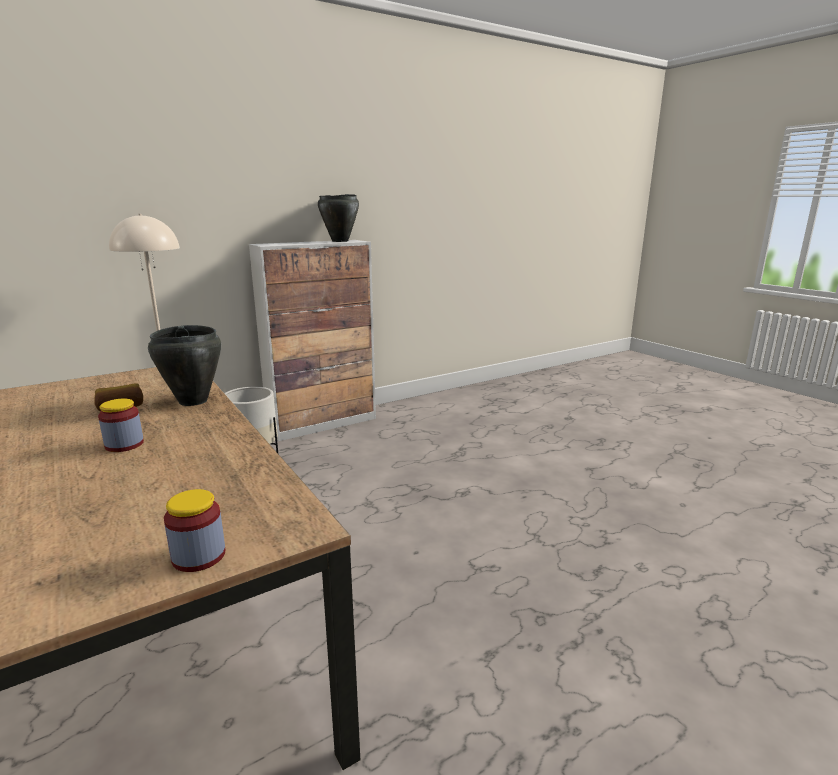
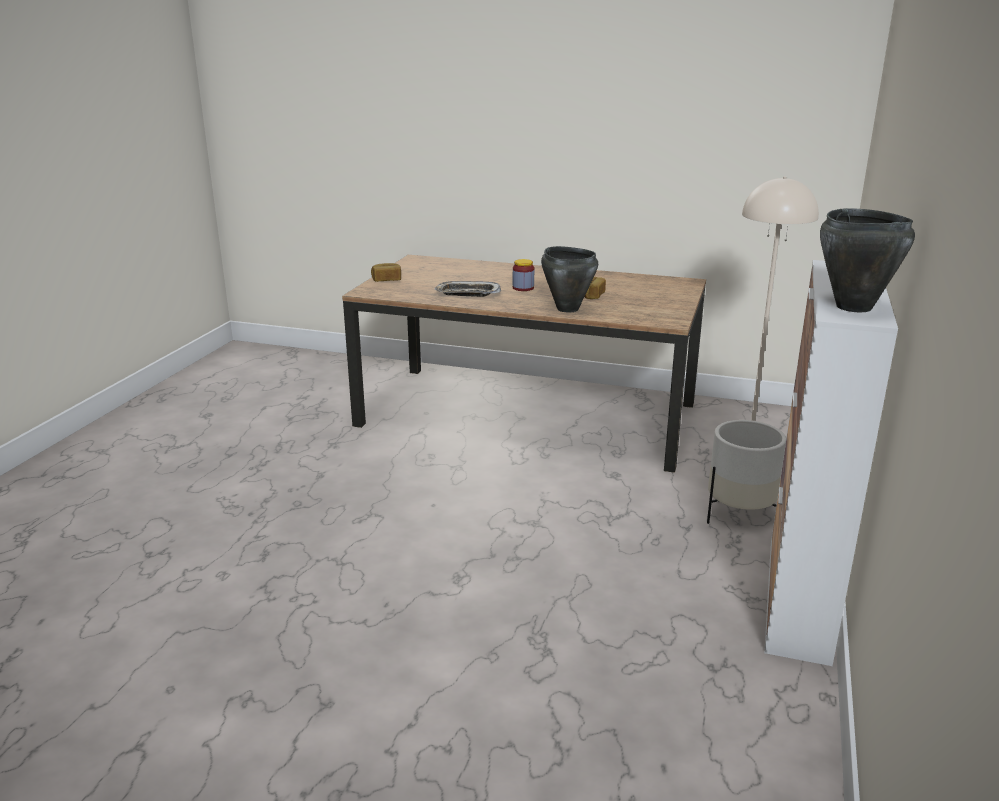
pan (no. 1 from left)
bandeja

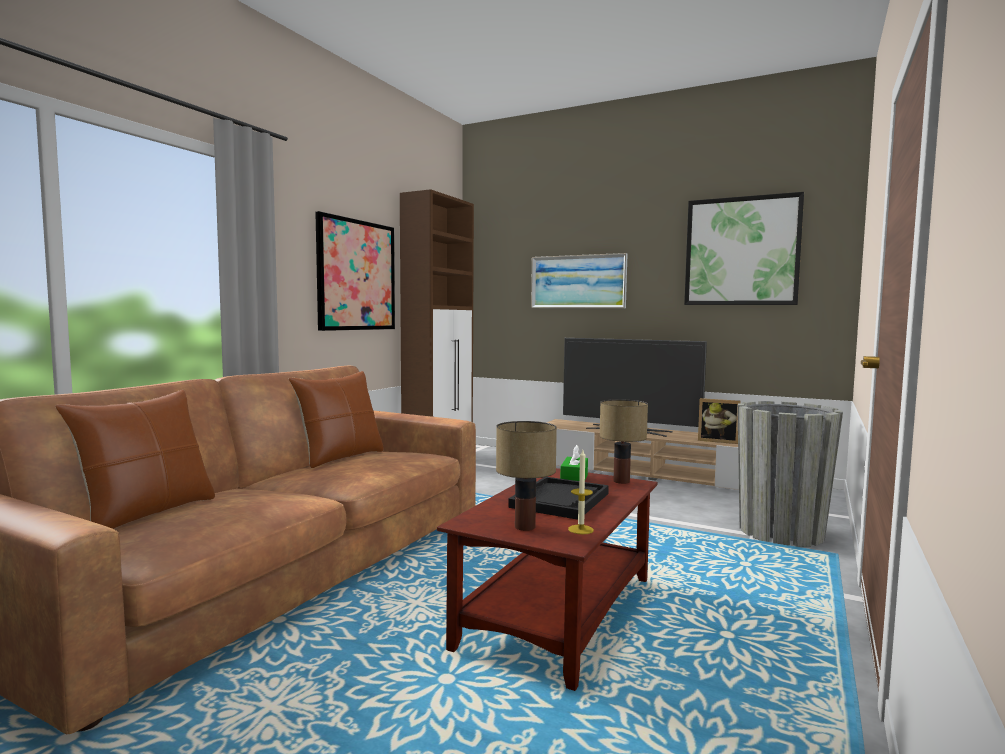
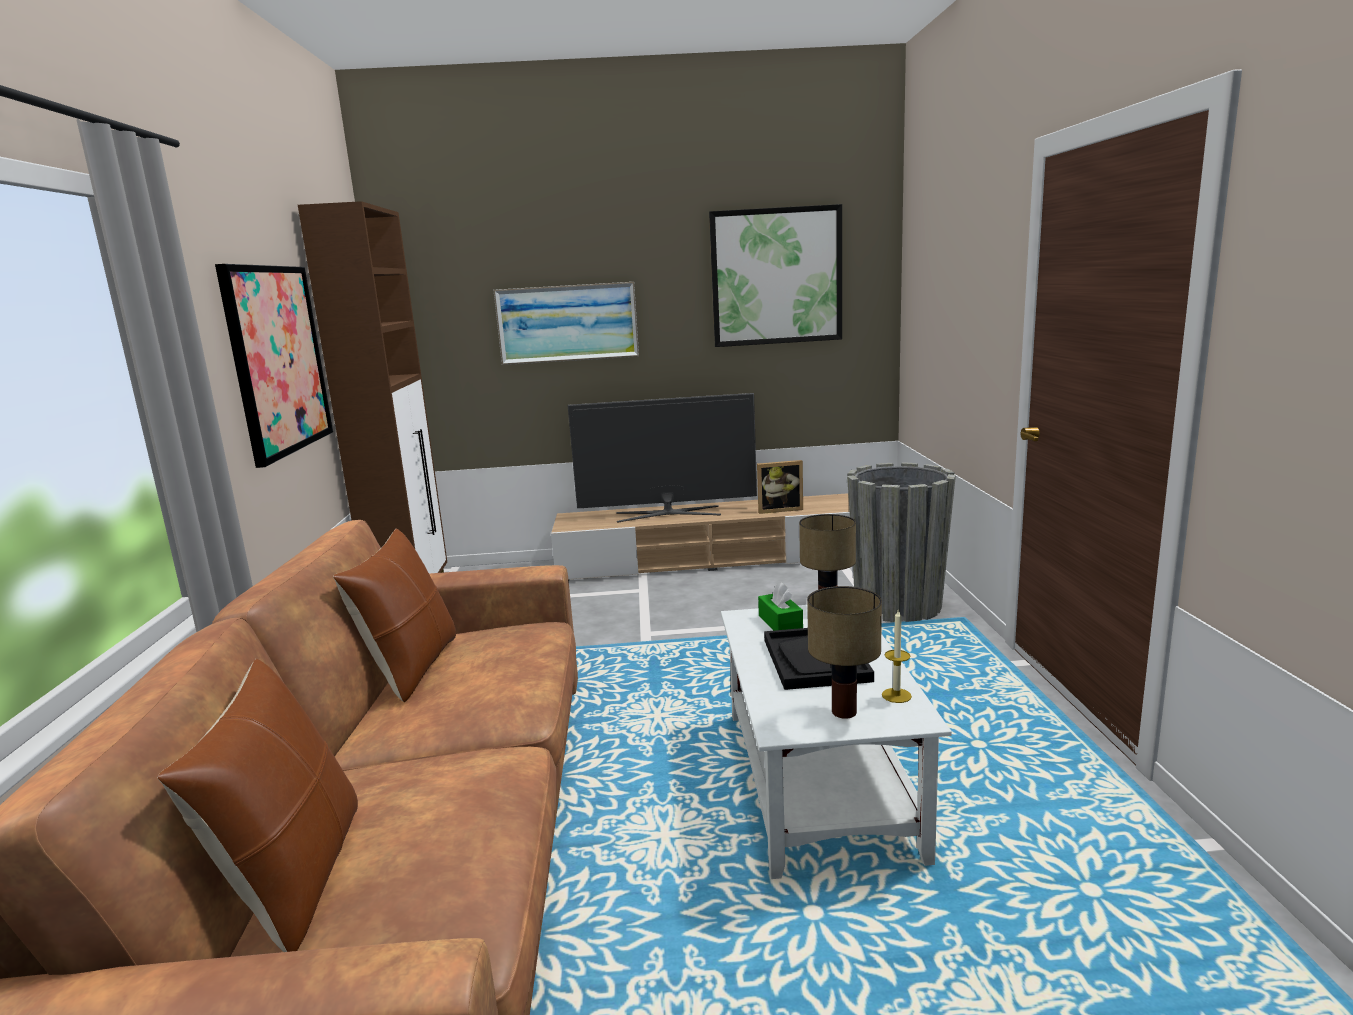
mesa de centro (blanco)

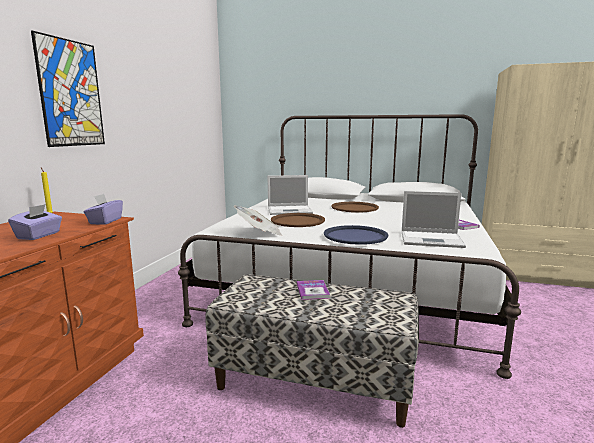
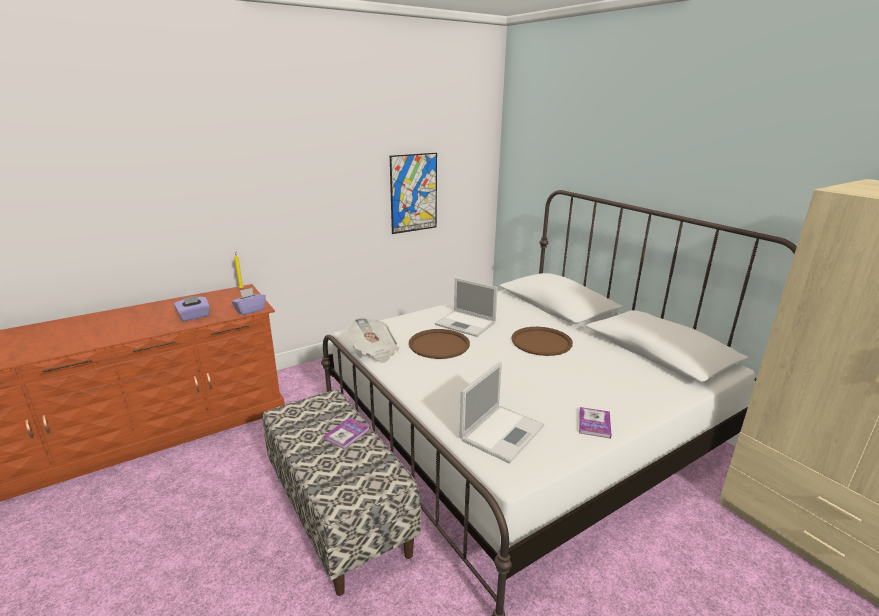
cuadro
portátil (no. 2 from left)
bandeja (azul)

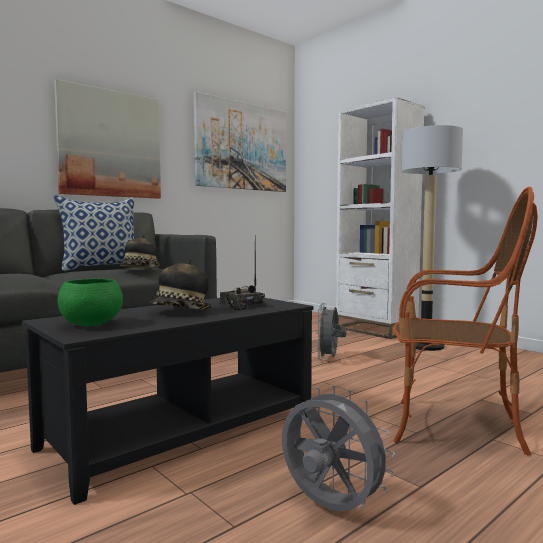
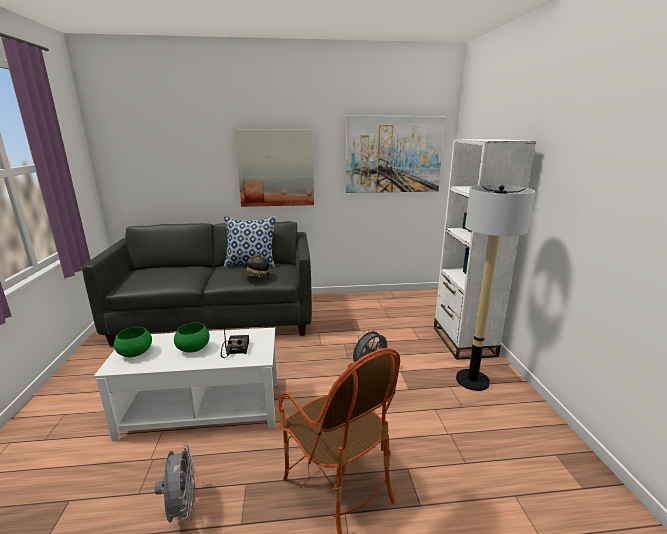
mesa de centro (blanco)
cuenco (verde) (no. 2 from left)

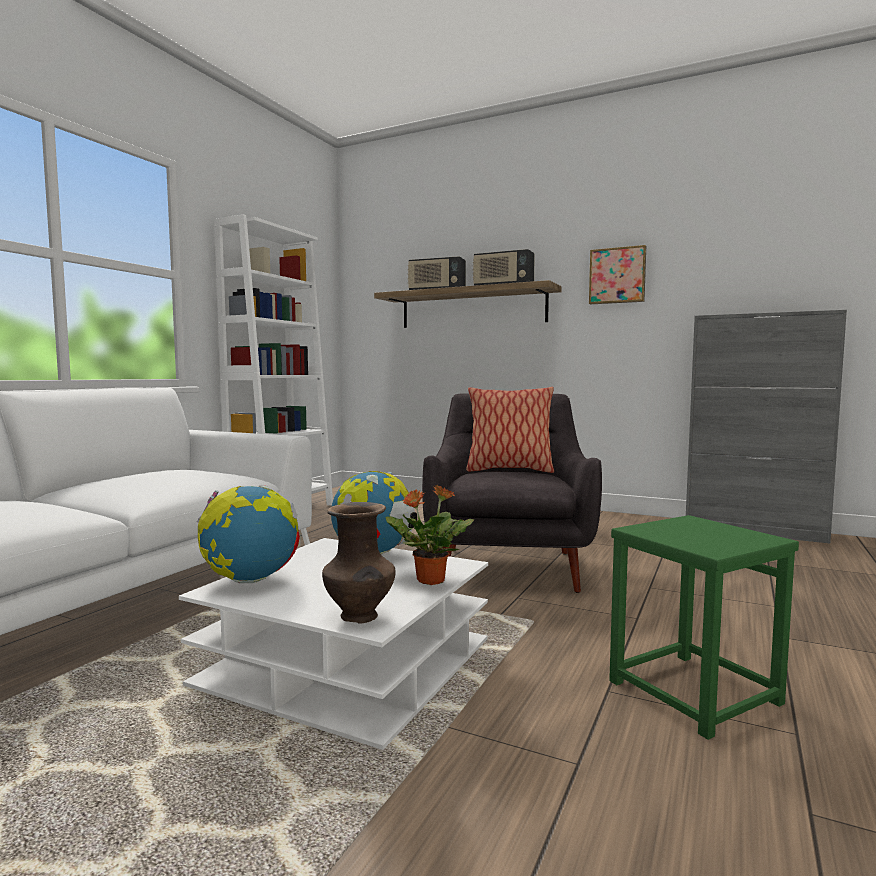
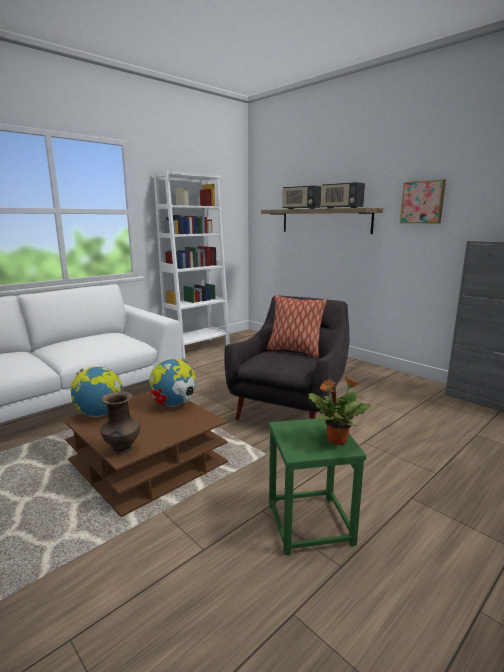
mesa de centro (marrón)
planta en maceta

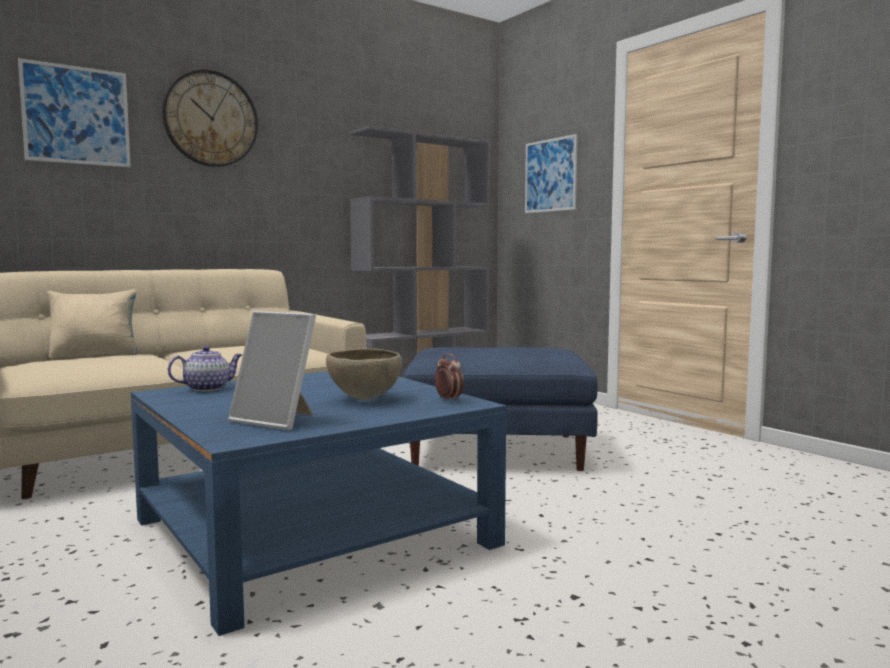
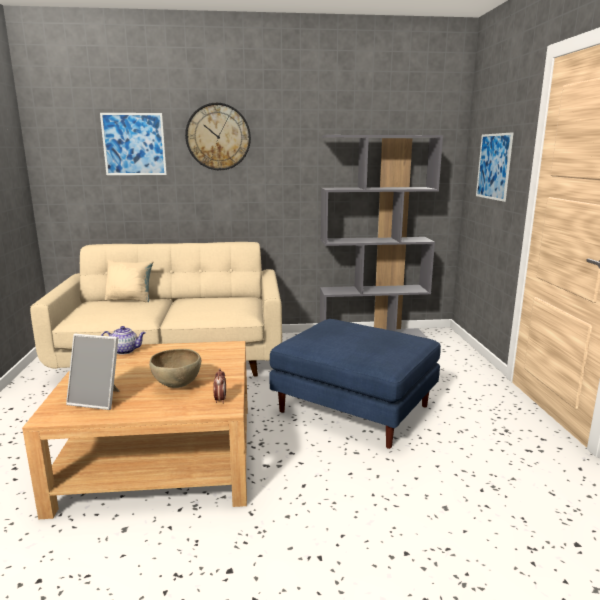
mesa de centro (beis)
portarretratos

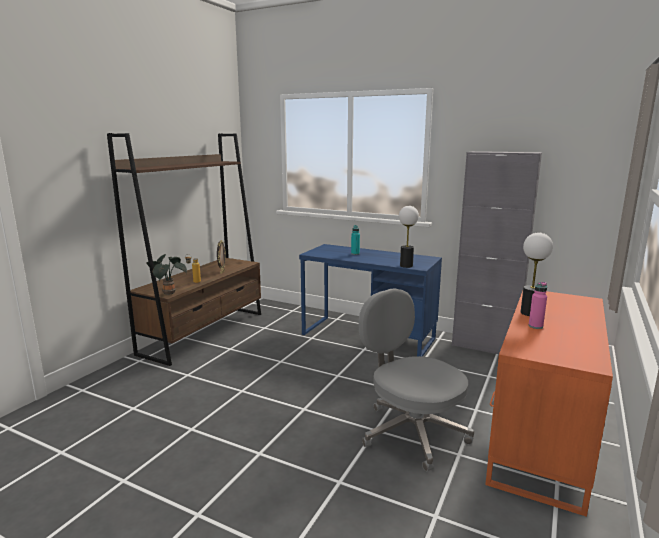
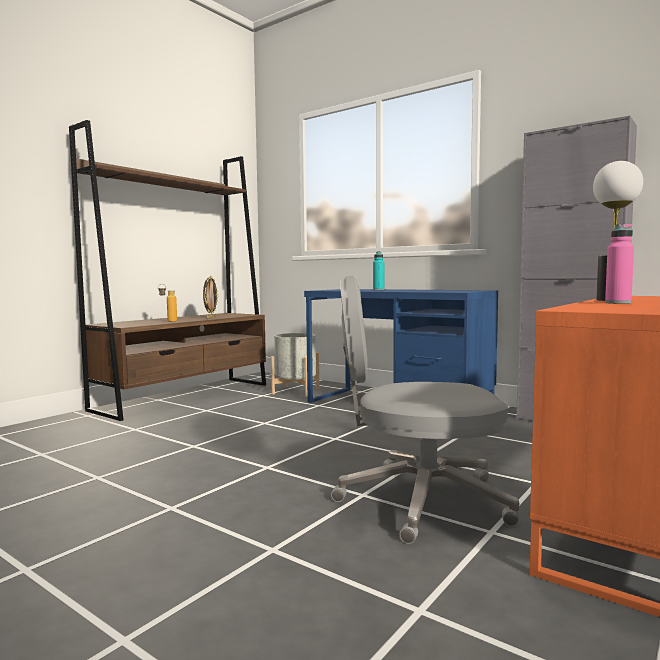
maceta (gris)
silla de oficina (gris)
planta en maceta
lámpara de mesa (no. 1 from left in the first image)

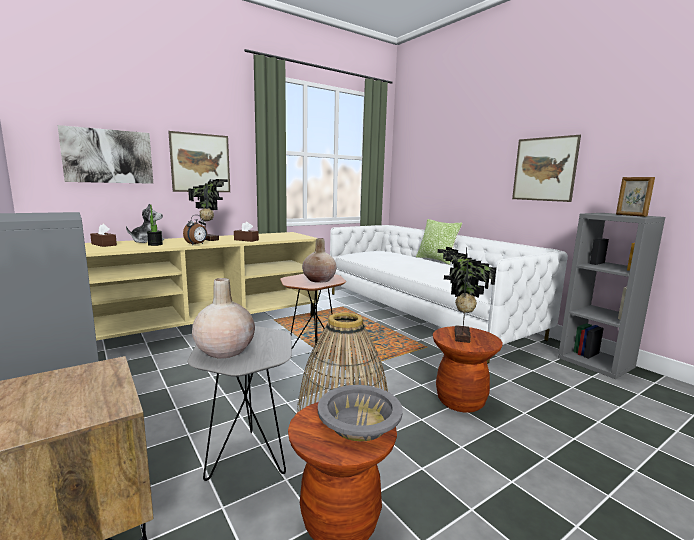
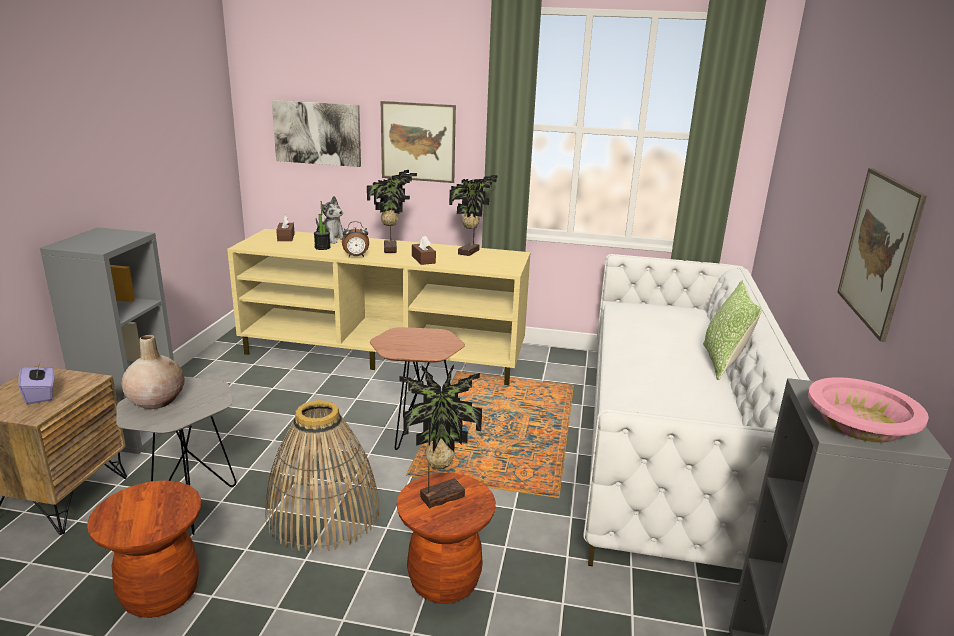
caja de pañuelos (morado)
planta en maceta (no. 4 from left)
cuenco (rosa)
florero (beis) (no. 2 from left in the first image)
cuenco (gris)

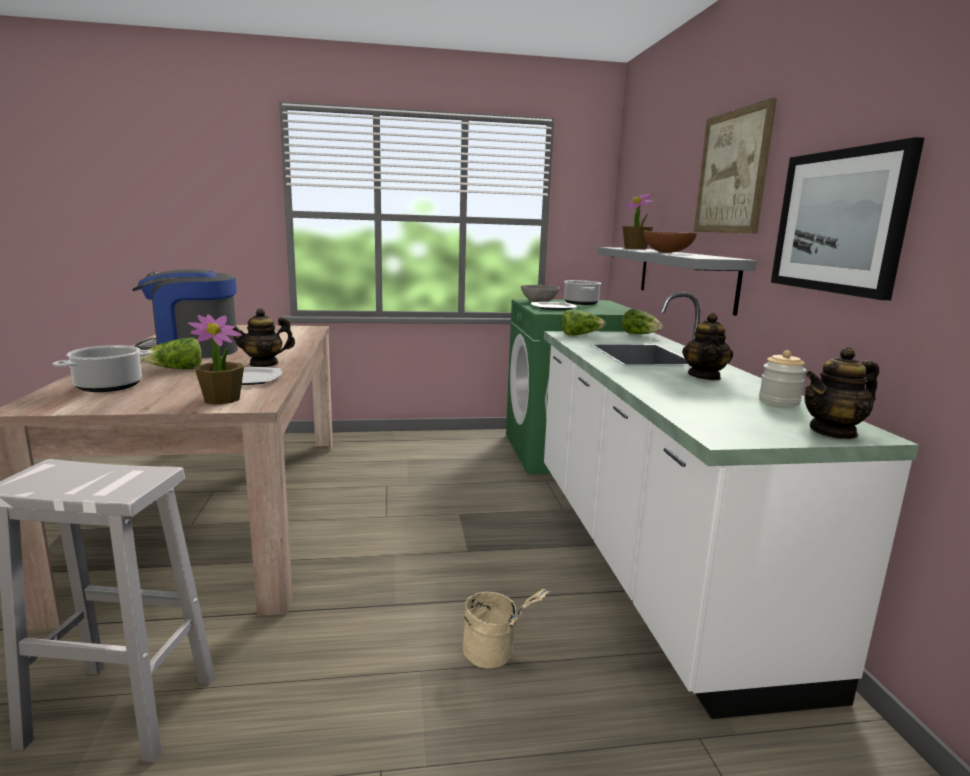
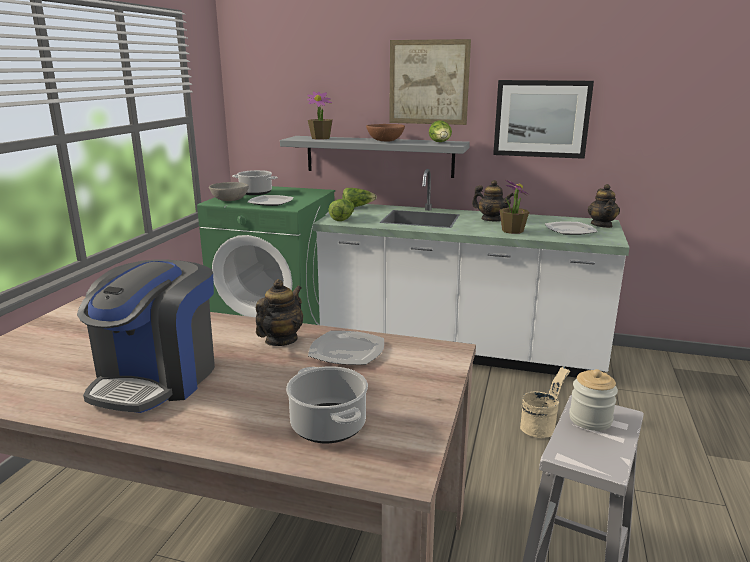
tetera (no. 1 from left)
lechuga (no. 3 from left)
planta en maceta (no. 2 from left)
plato (no. 3 from left)
tarro

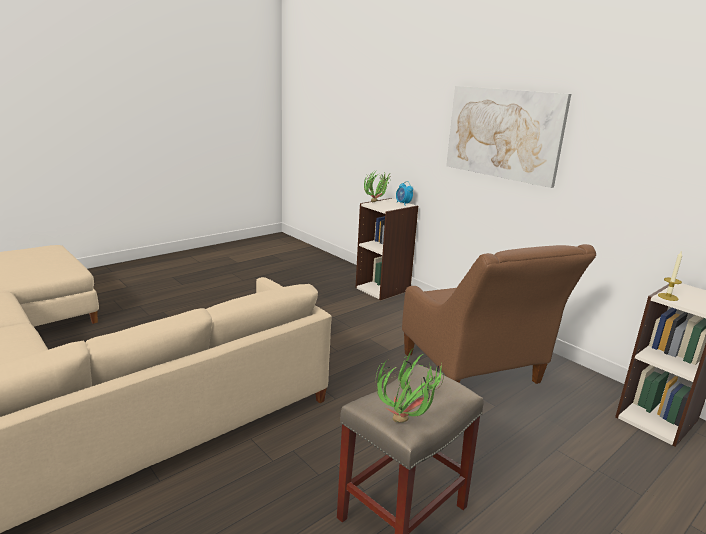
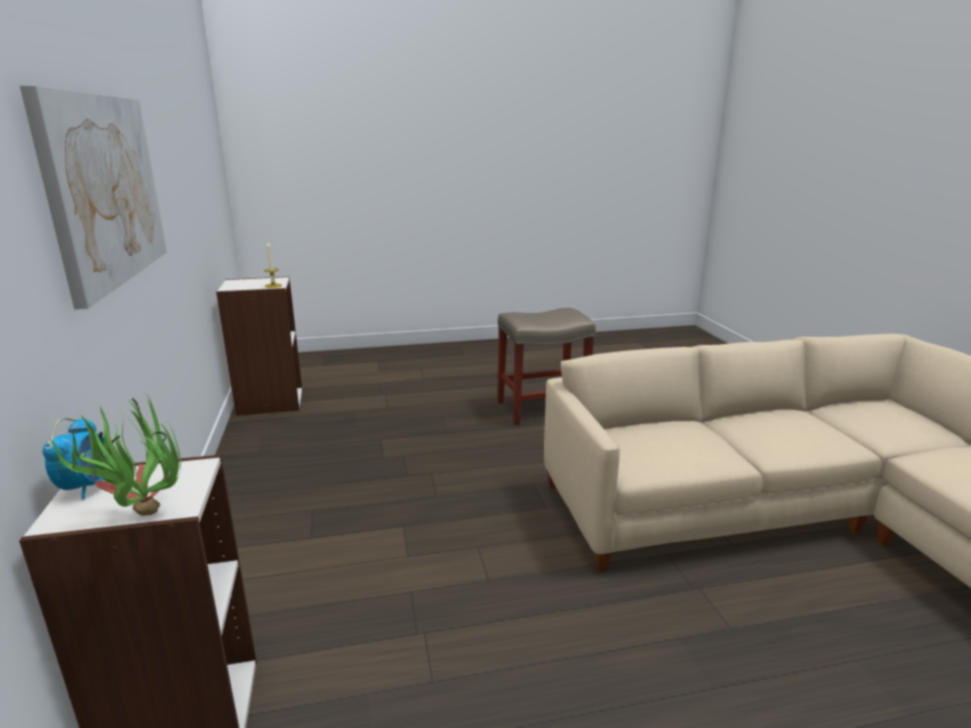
planta en maceta (no. 2 from left in the first image)
sillón (marrón)

